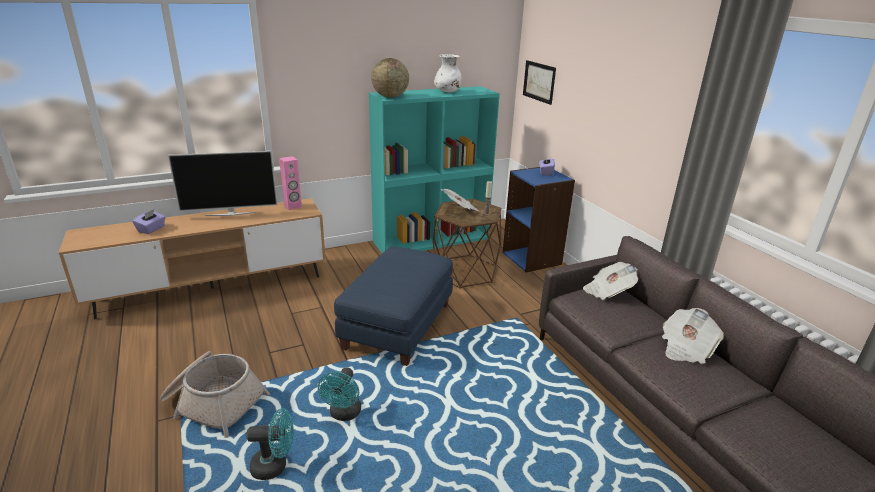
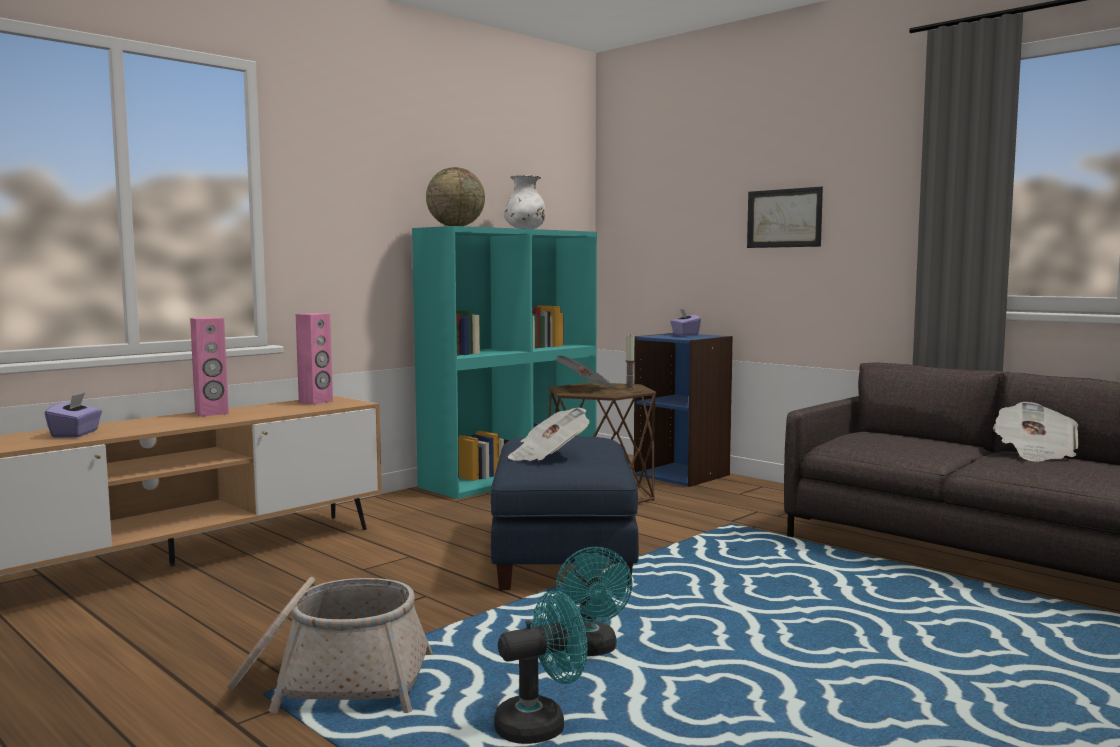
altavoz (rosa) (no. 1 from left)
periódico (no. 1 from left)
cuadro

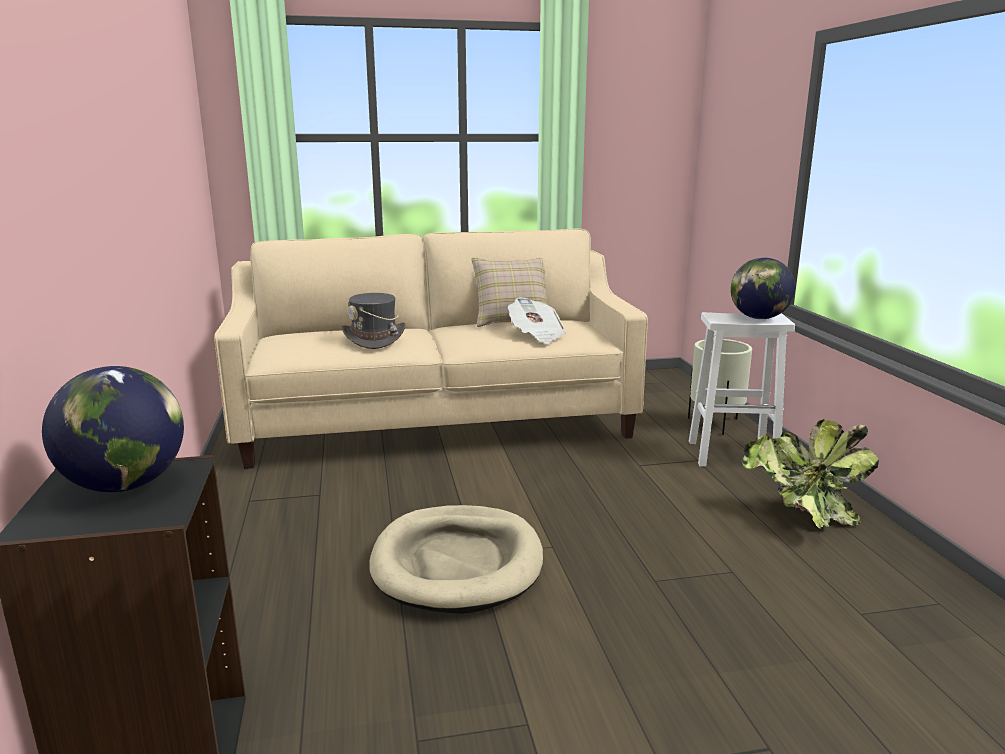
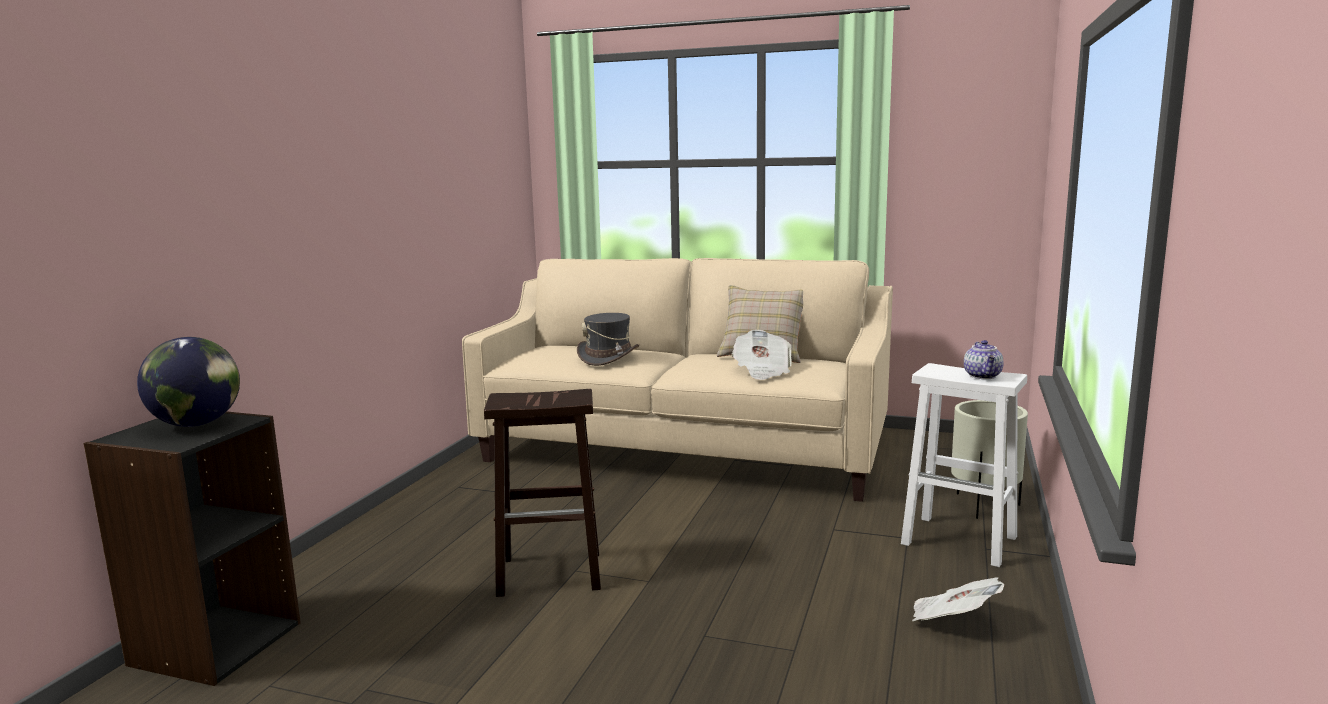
taburete (marrón)
periódico (no. 2 from left)
tetera

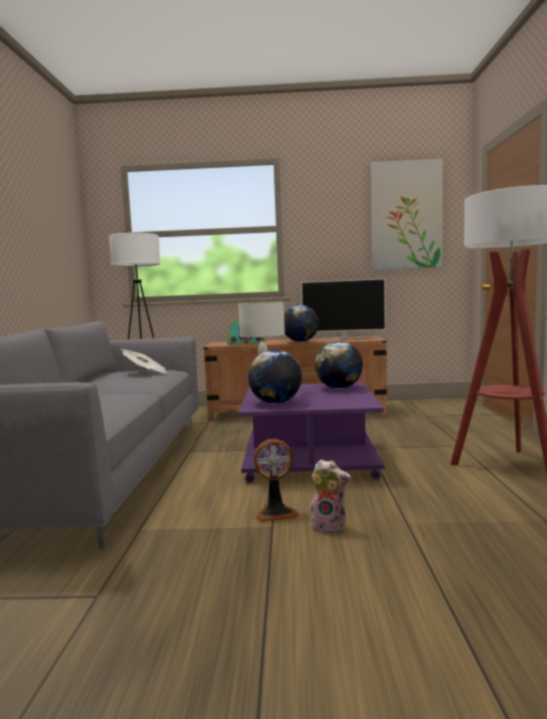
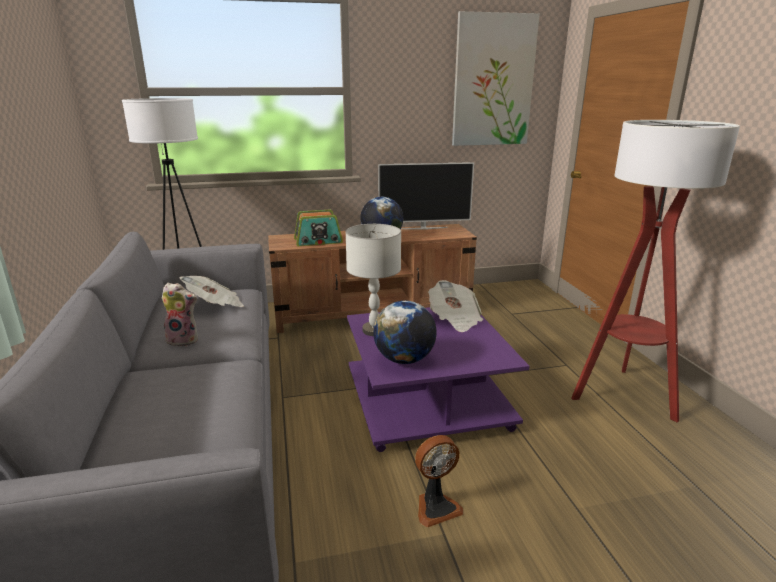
peluche
periódico (no. 2 from left)

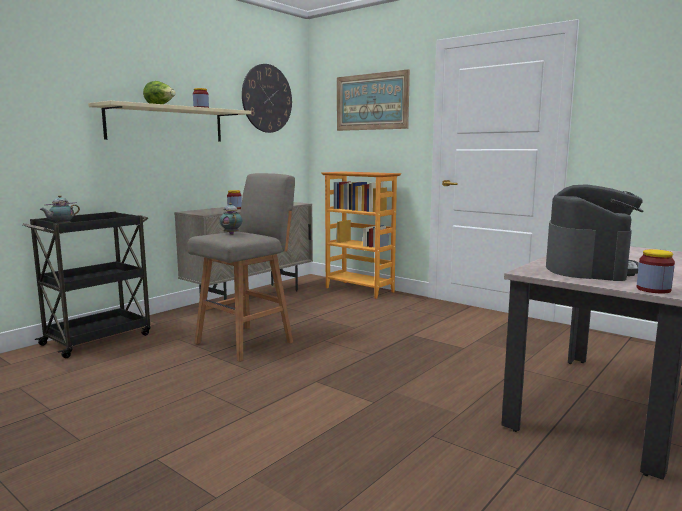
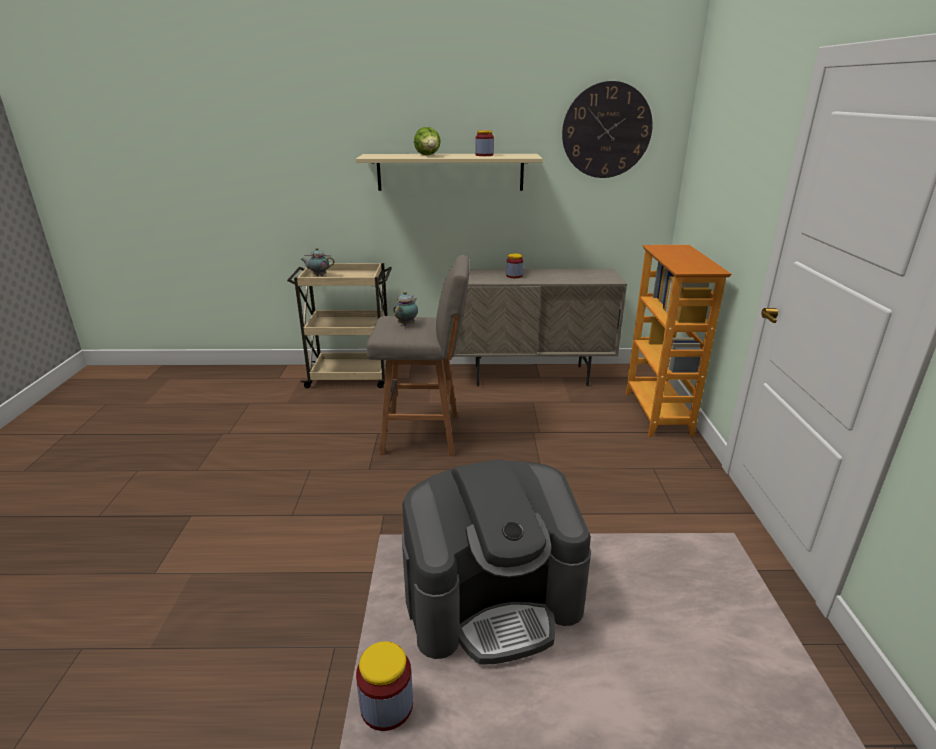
carrito (beis)
cuadro

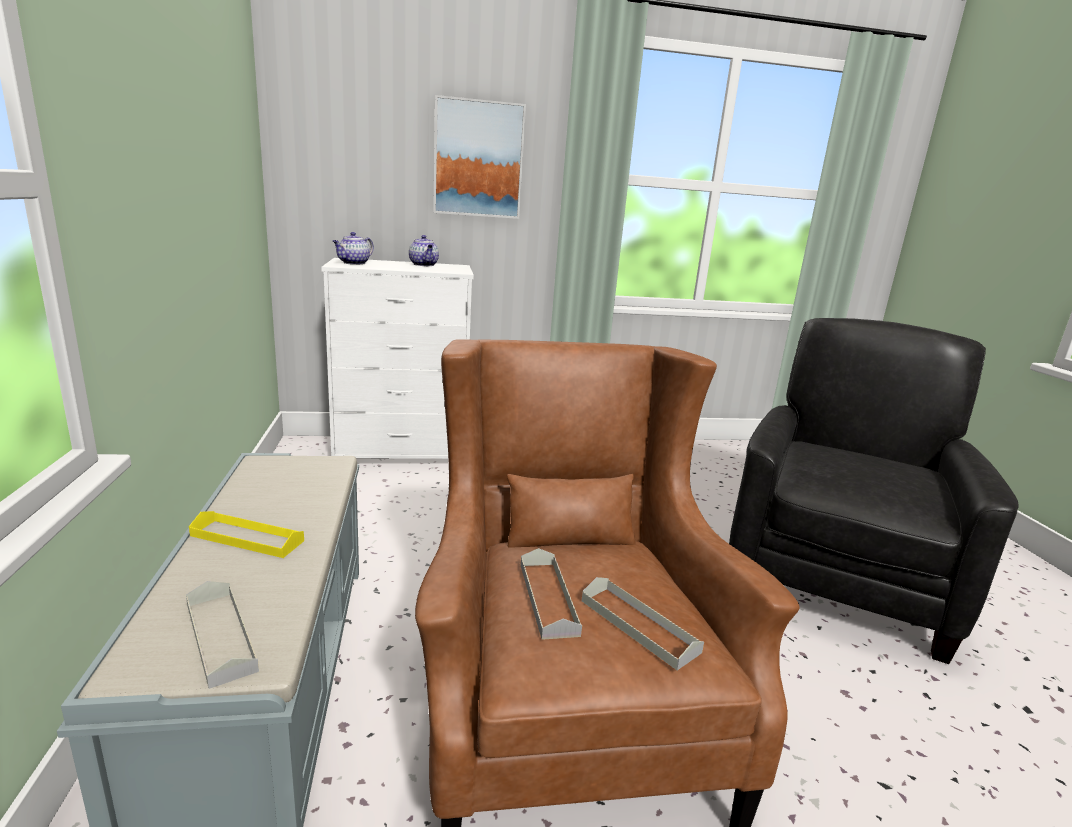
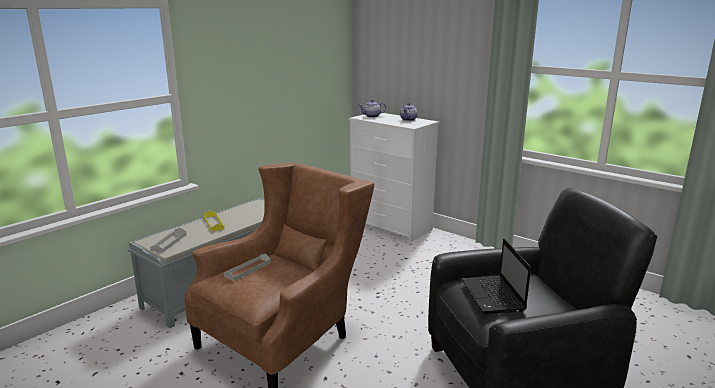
portátil
cuadro
bandeja (gris) (no. 3 from left in the first image)

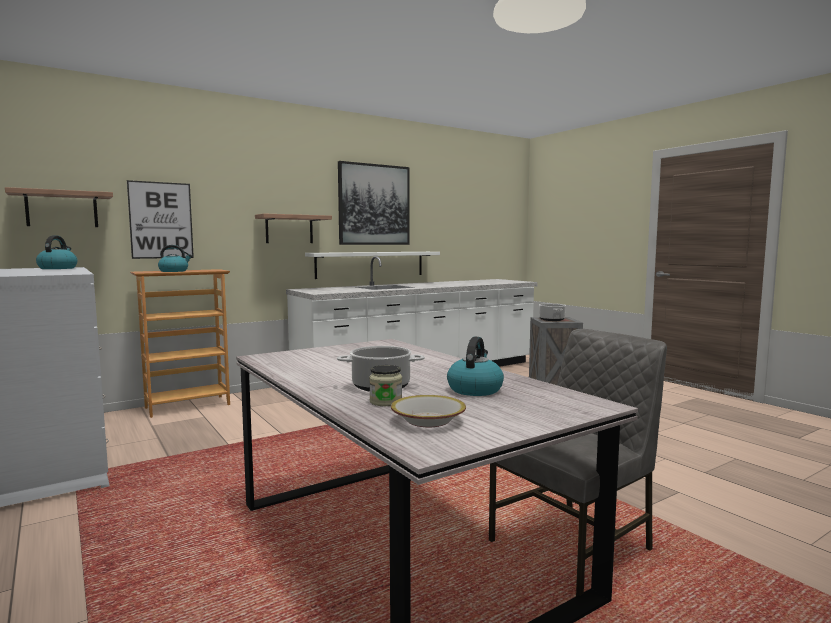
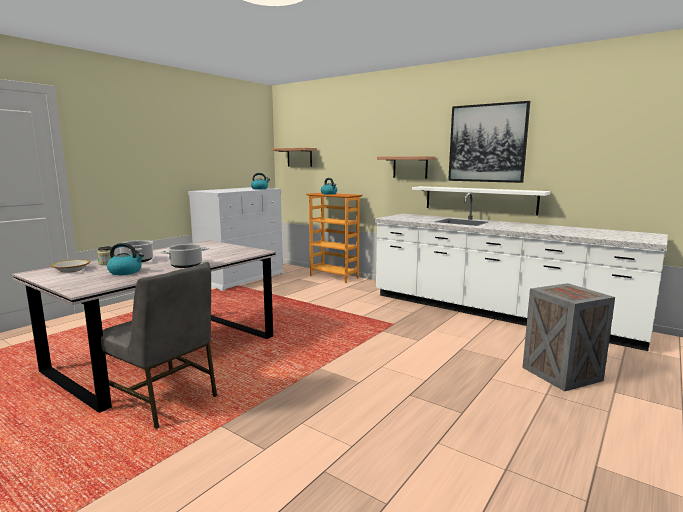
olla (no. 2 from left)
cuadro (no. 1 from left in the first image)

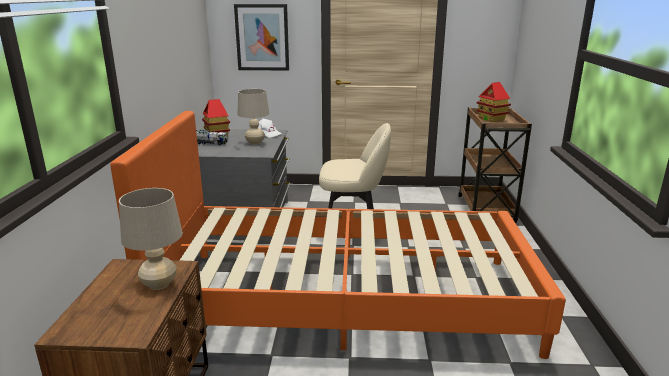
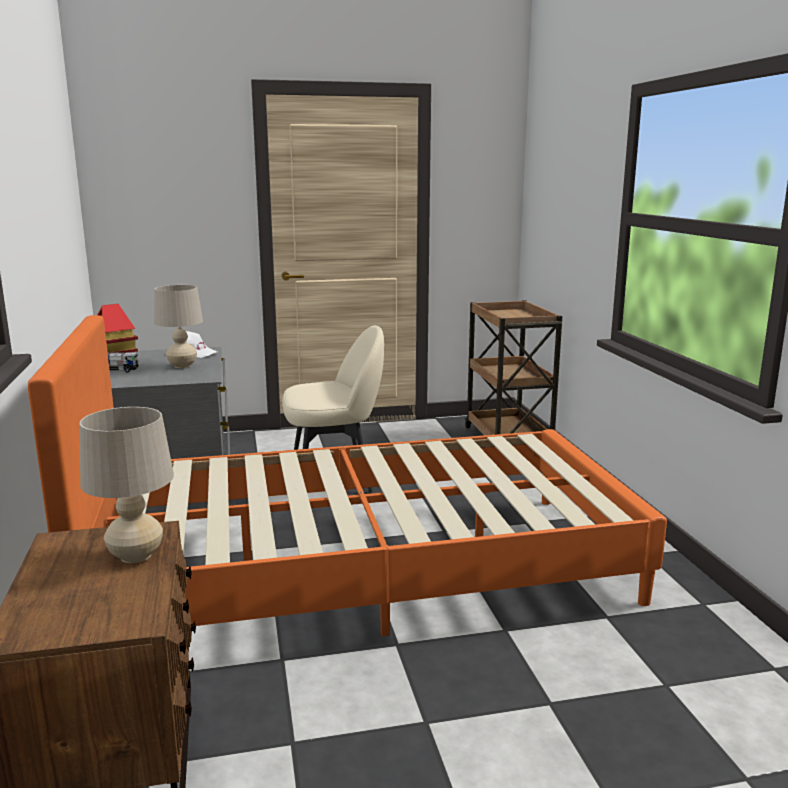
cuadro
casita (no. 2 from left in the first image)

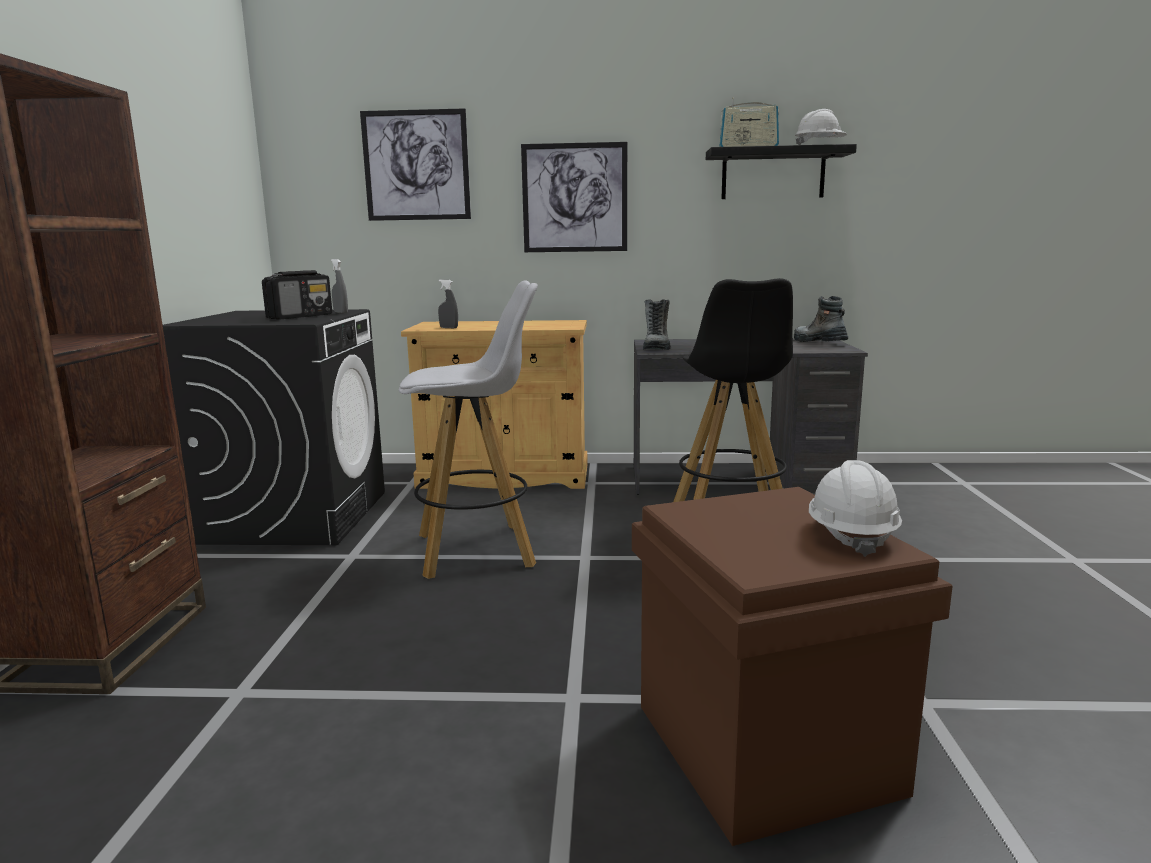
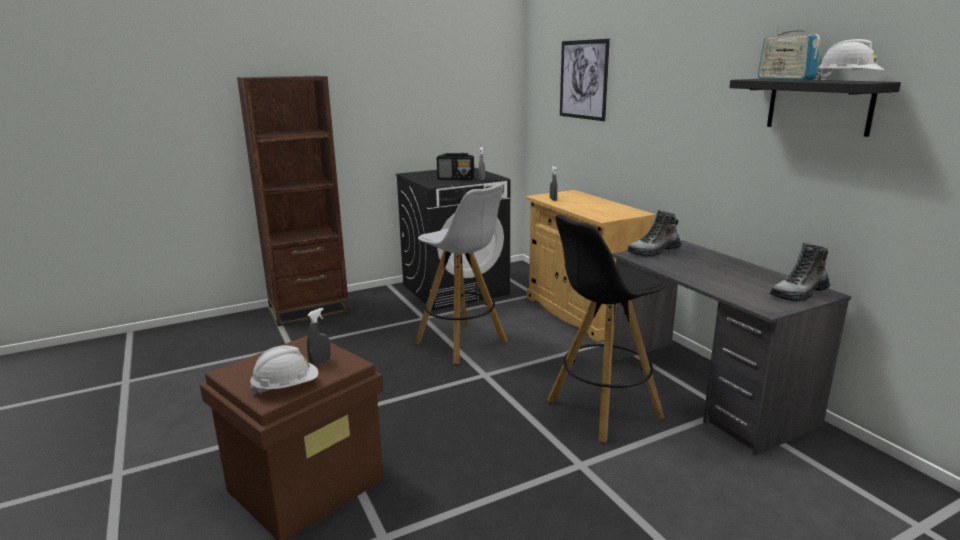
pulverizador (gris) (no. 1 from left)
bota (no. 2 from left)
cuadro (no. 2 from left in the first image)

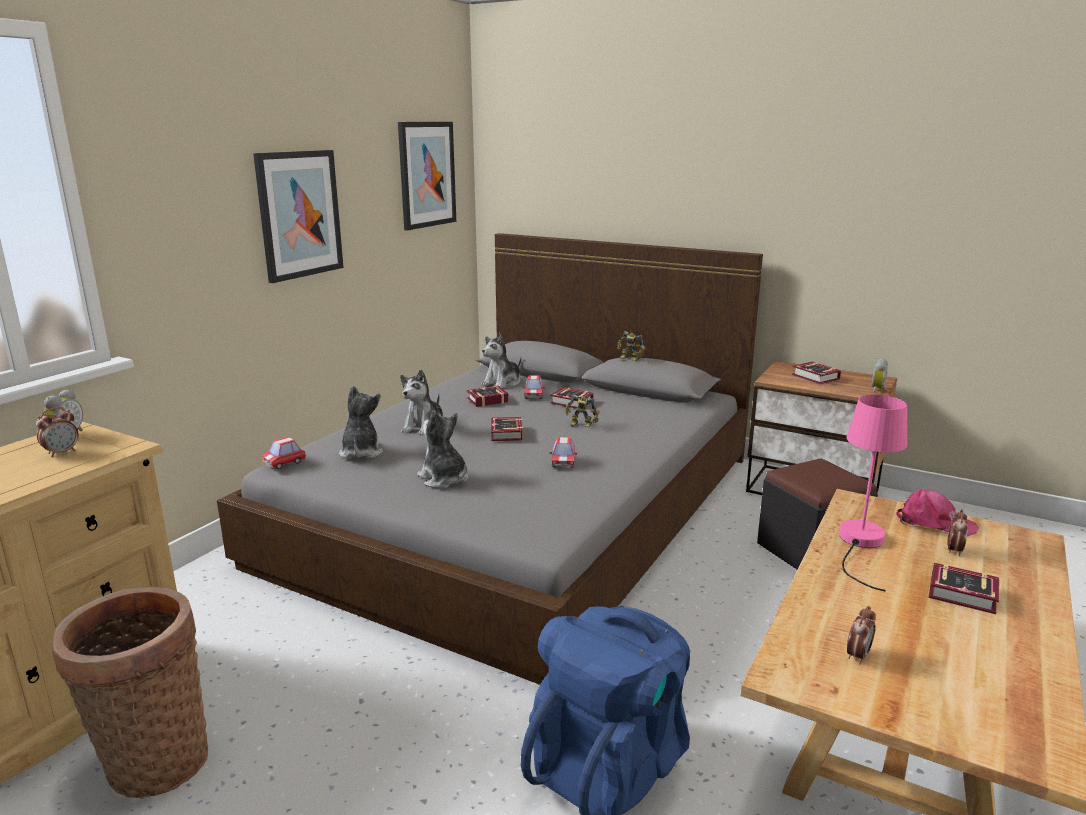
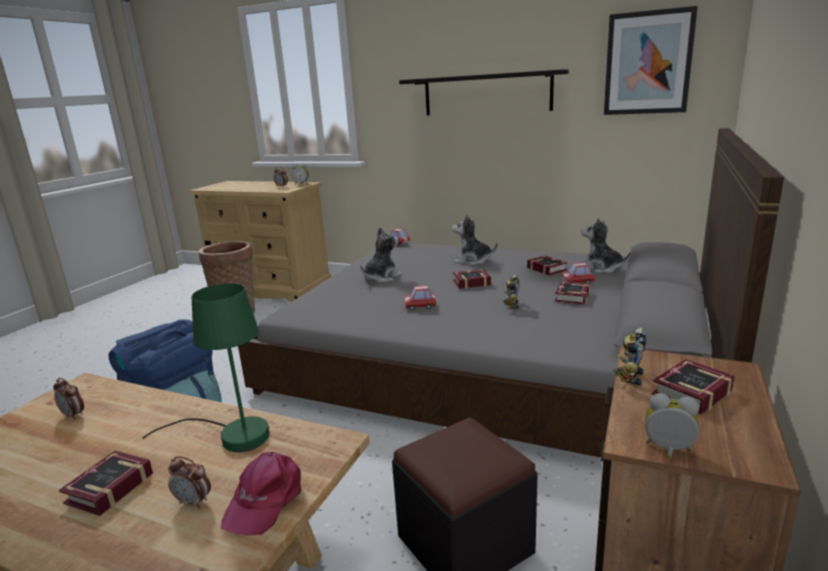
lámpara de mesa (verde)
estante (negro)
robot de juguete (no. 2 from left)
peluche (no. 1 from left in the first image)

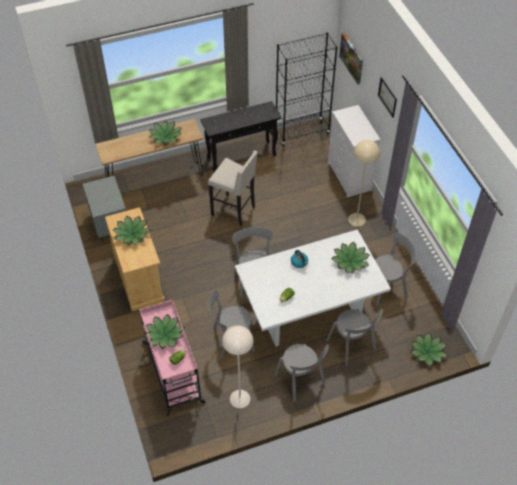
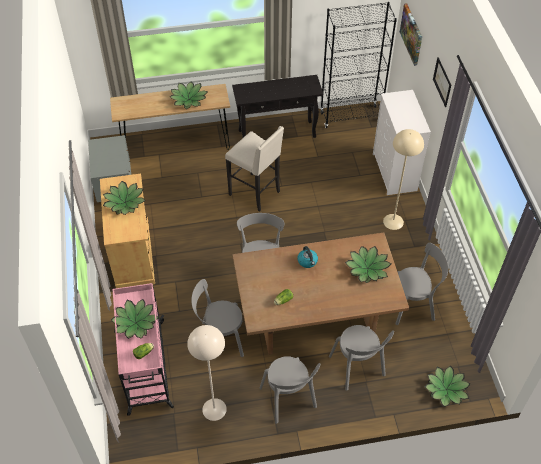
mesa de comedor (marrón)

